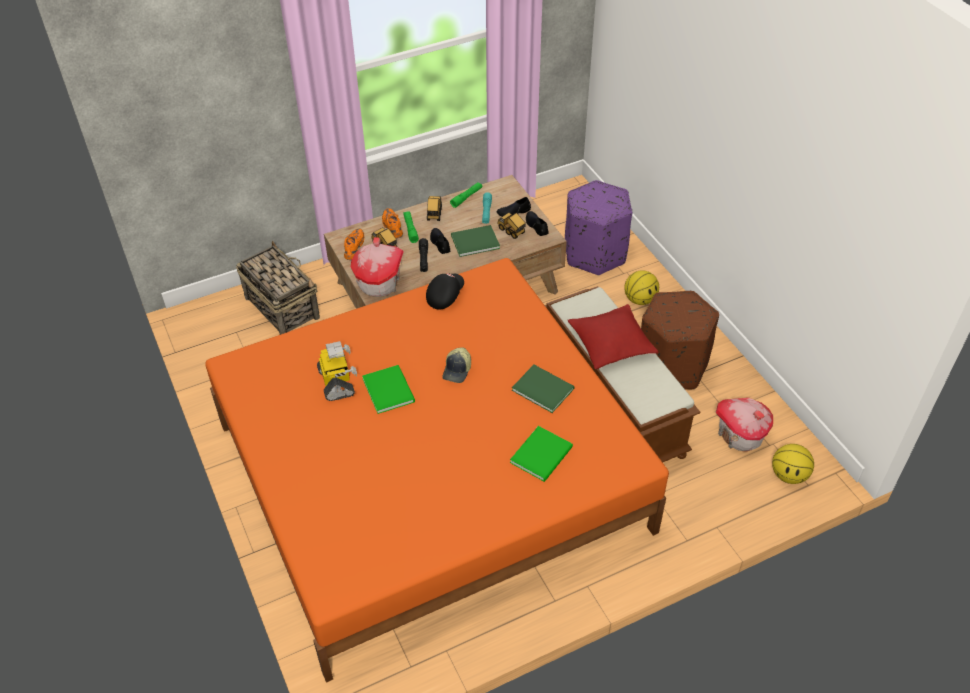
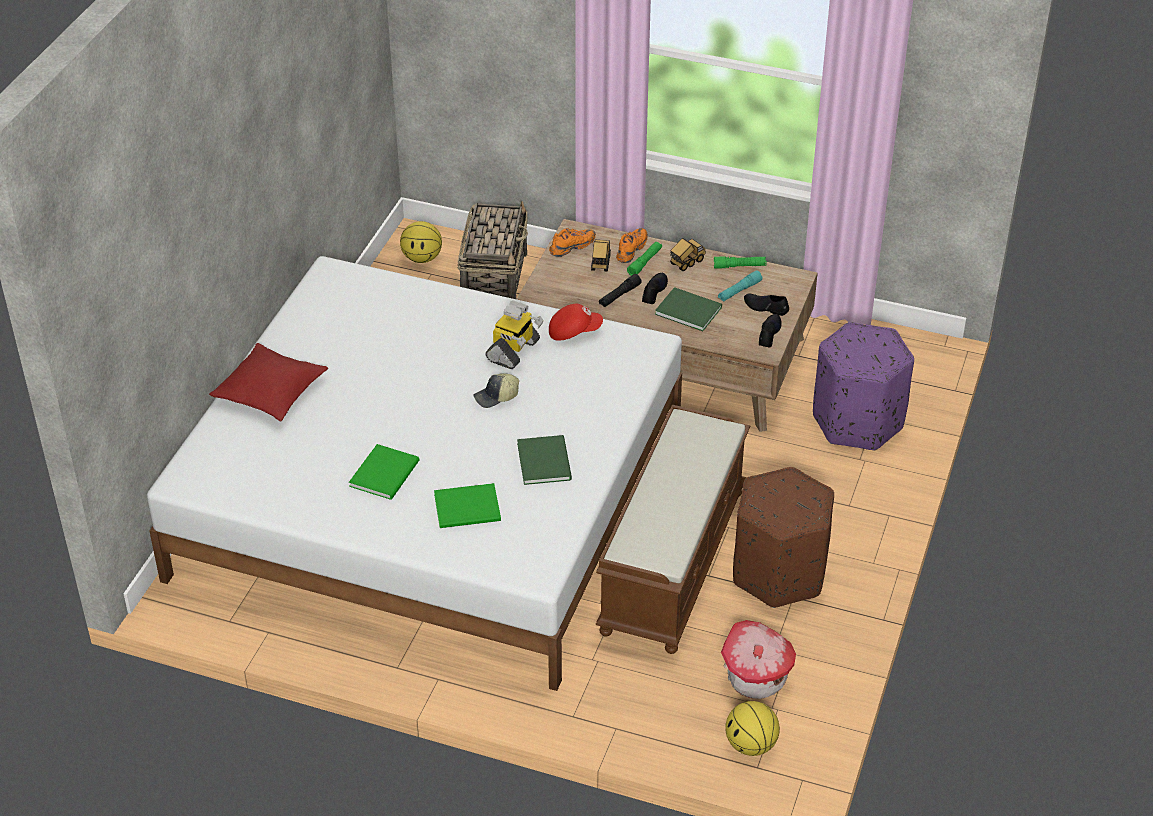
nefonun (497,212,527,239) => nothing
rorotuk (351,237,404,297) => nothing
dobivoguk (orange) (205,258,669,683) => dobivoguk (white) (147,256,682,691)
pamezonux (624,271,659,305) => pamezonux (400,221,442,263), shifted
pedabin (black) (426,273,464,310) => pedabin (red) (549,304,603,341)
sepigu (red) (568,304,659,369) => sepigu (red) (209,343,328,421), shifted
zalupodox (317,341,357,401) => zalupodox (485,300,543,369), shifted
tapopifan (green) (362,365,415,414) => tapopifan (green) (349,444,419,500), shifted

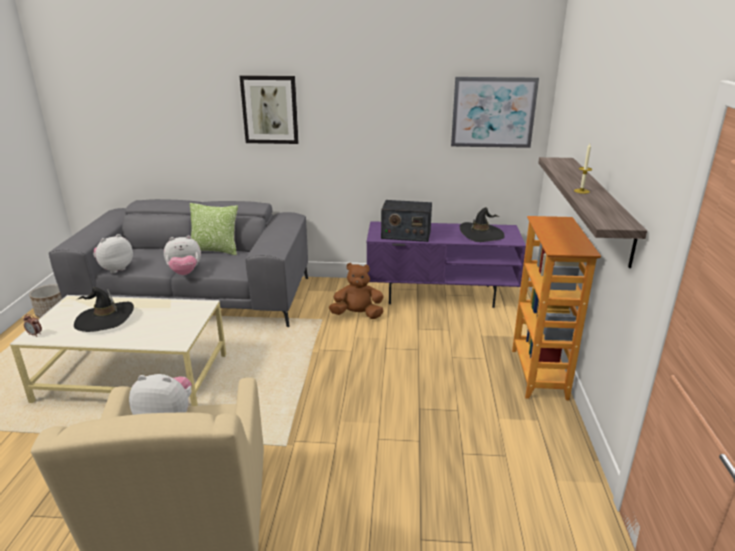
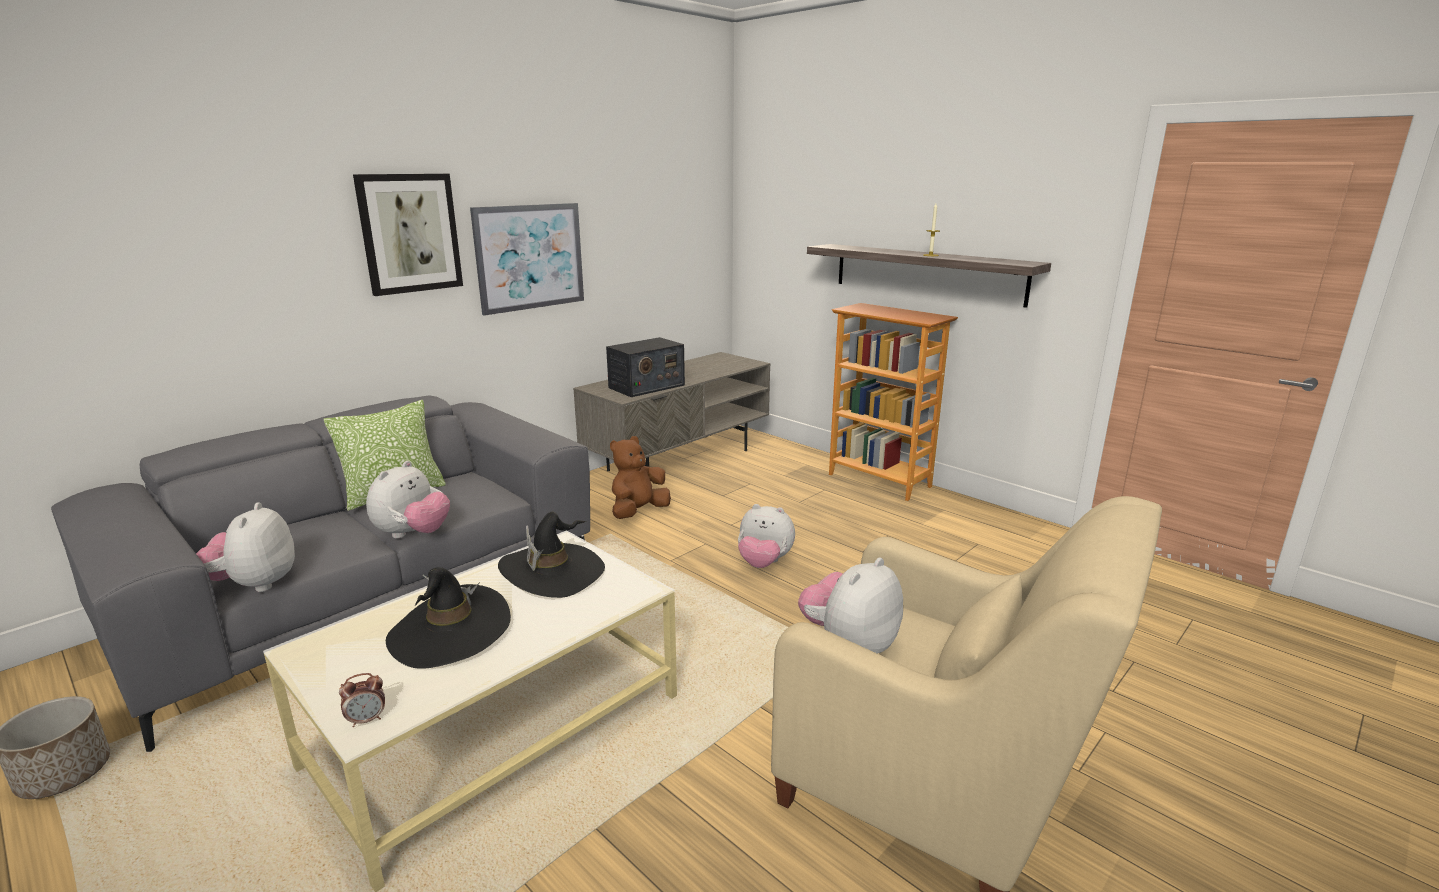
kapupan (451,77,539,148) => kapupan (470,203,584,316), shifted
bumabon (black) (460,207,505,242) => bumabon (black) (498,512,605,598), shifted
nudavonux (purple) (366,221,526,308) => nudavonux (grey) (573,352,770,471)
nothing => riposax (738,504,795,568)

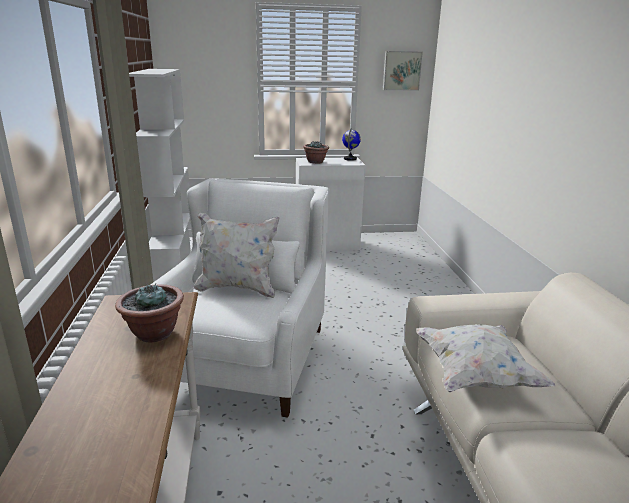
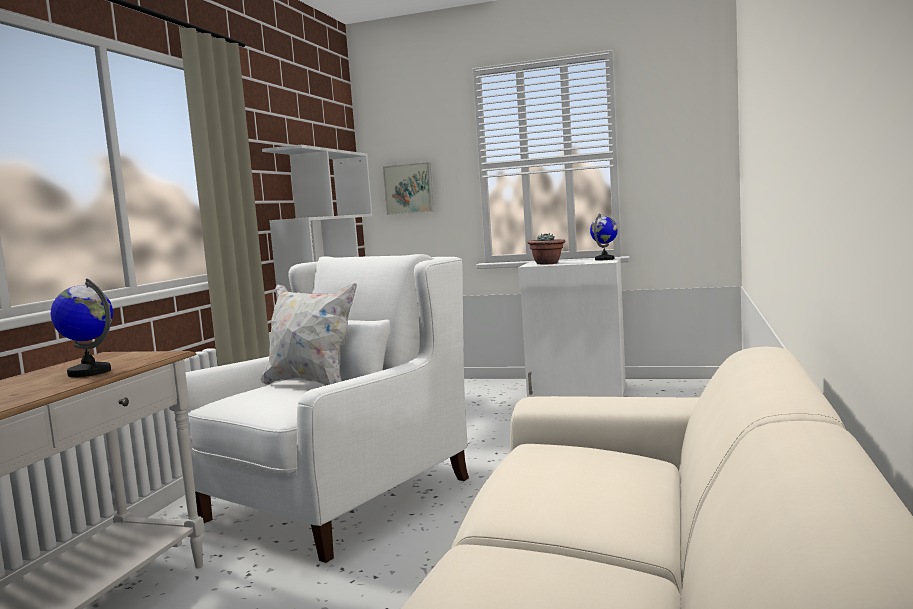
kapupan (383,51,423,91) => kapupan (383,162,434,215), shifted
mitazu (115,283,184,342) => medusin (51,278,113,377)
sepigu (white) (416,324,556,392) => nothing

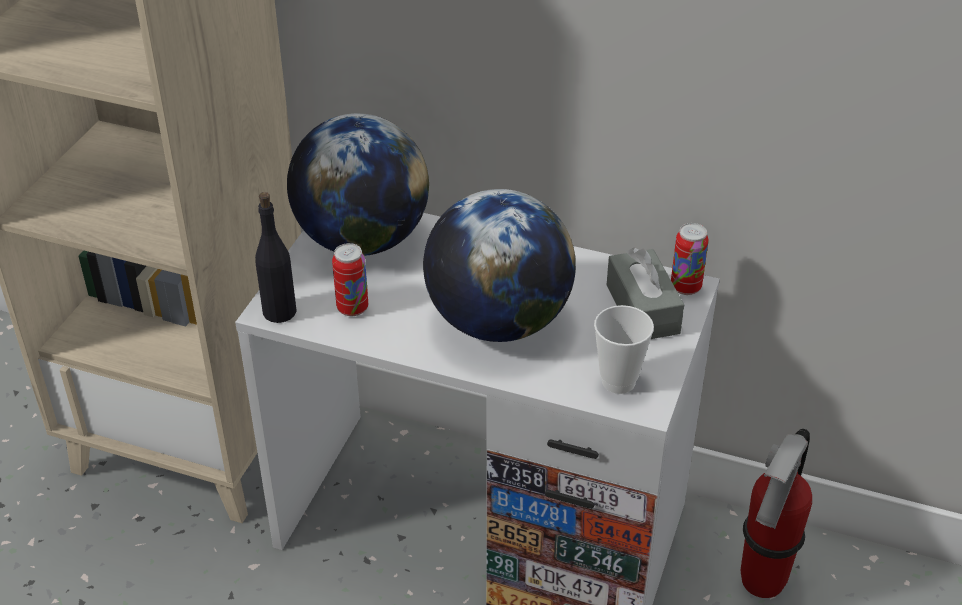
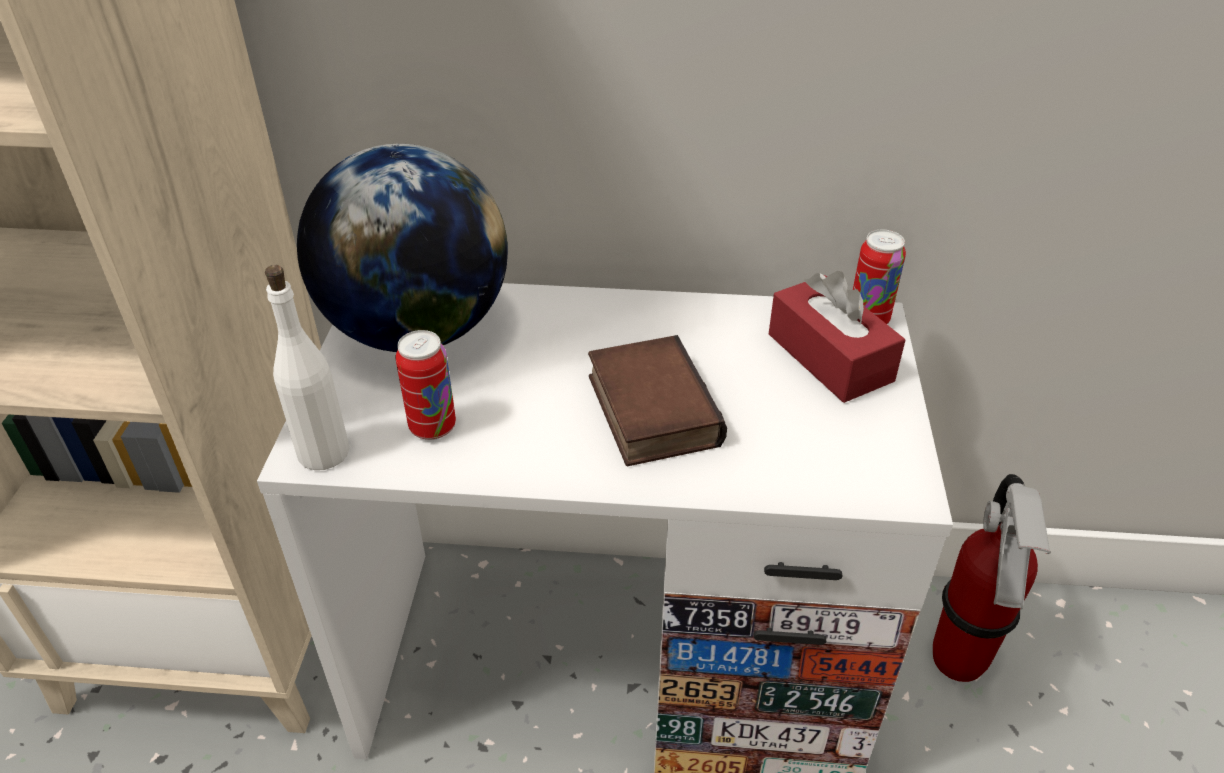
medusin (423,189,576,342) => tapopifan (588,335,727,466)
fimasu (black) (255,192,297,323) => fimasu (white) (265,265,350,470)
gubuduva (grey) (607,248,684,339) => gubuduva (red) (769,271,906,403)
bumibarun (594,305,654,394) => nothing

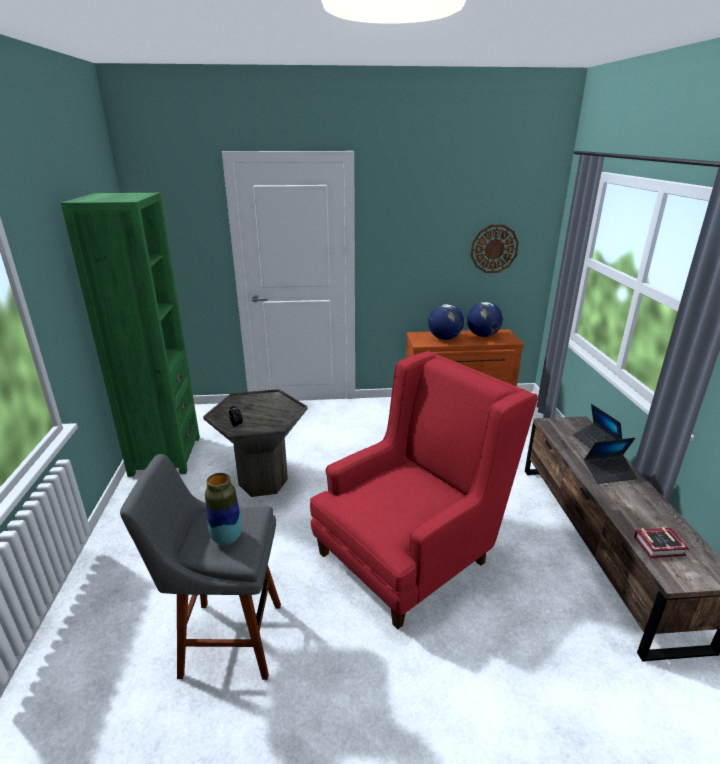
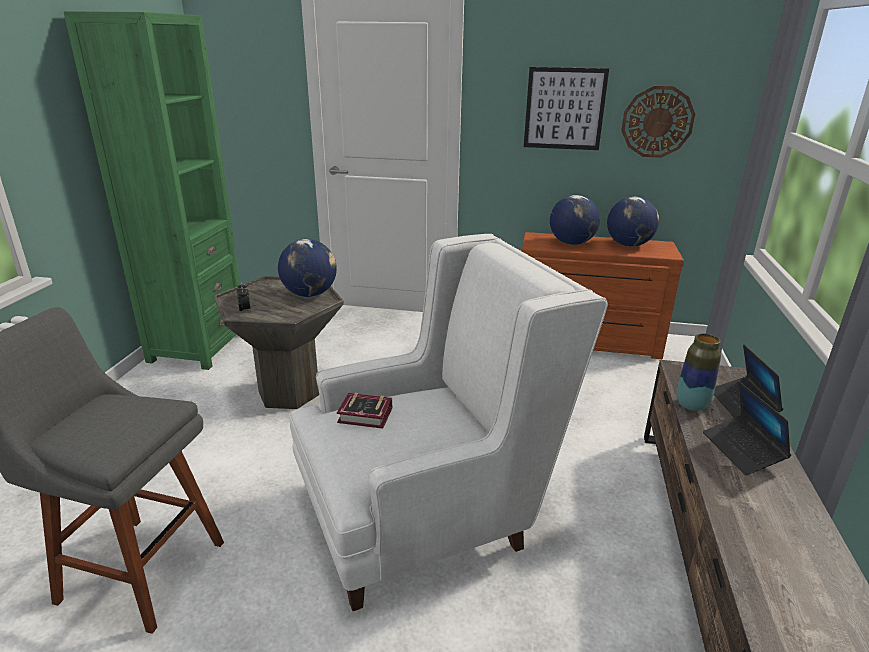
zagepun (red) (310,351,538,629) => zagepun (white) (290,234,608,611)
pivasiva (584,438,638,484) => pivasiva (703,381,791,475), 75 degrees clockwise
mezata (205,473,242,545) => mezata (677,333,721,411), shifted
tapopifan (634,527,689,558) => tapopifan (337,393,392,429), shifted
nothing => kapupan (524,67,609,150)
nothing => medusin (278,239,337,297)

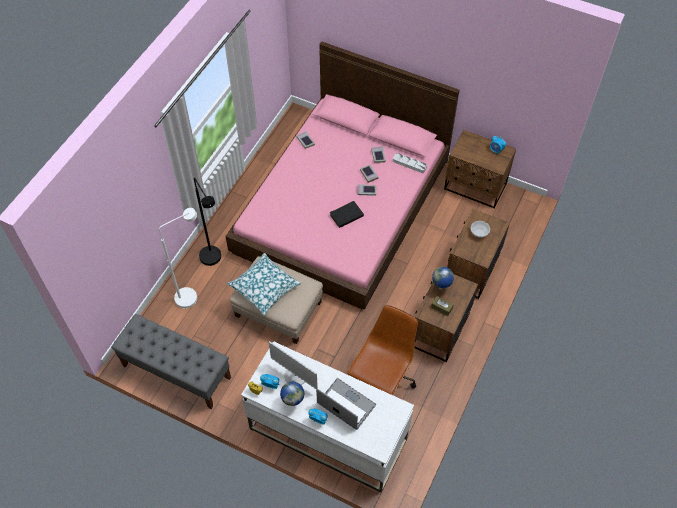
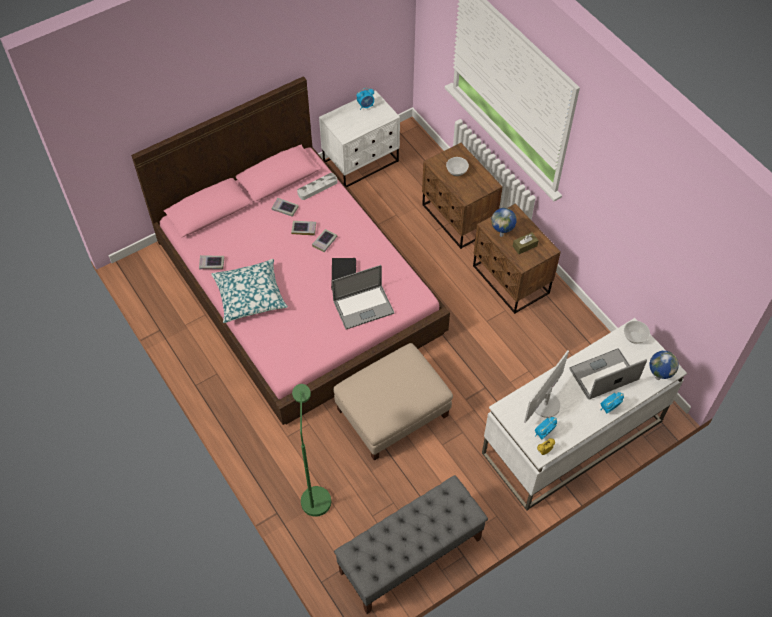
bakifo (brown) (444,130,516,209) => bakifo (white) (319,90,400,187)
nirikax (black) (194,178,221,266) => nothing
nirikax (white) (159,208,197,309) => nirikax (green) (292,384,331,517)
sepigu (227,253,301,315) => sepigu (212,259,288,323), shifted
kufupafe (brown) (347,305,418,395) => nothing
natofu (269,341,318,389) => natofu (524,350,569,423), 150 degrees clockwise
medusin (280,382,304,406) => medusin (649,351,679,380), shifted
nothing => pivasiva (332,265,394,330)
nothing => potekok (624,321,650,344)

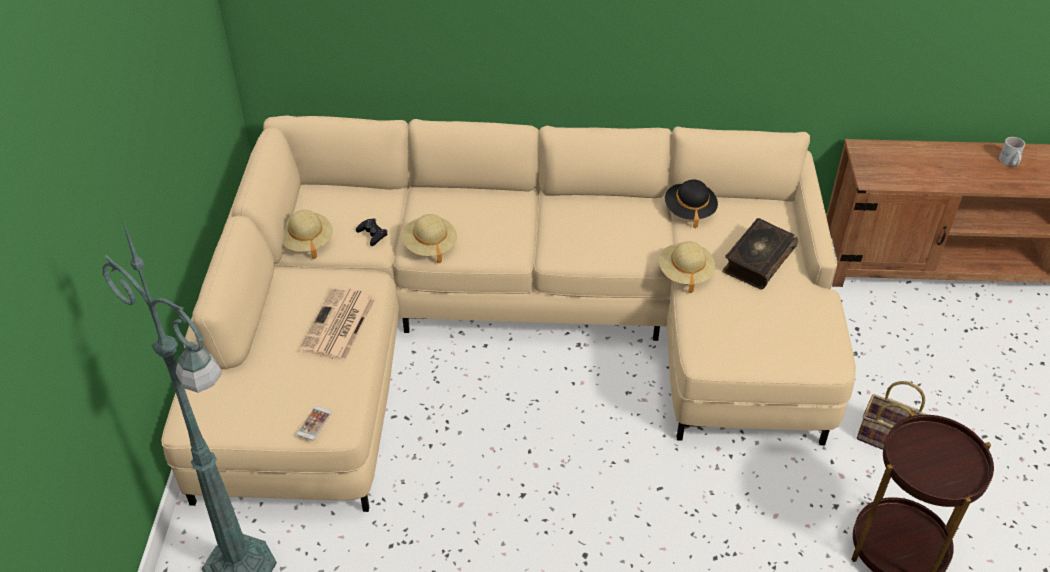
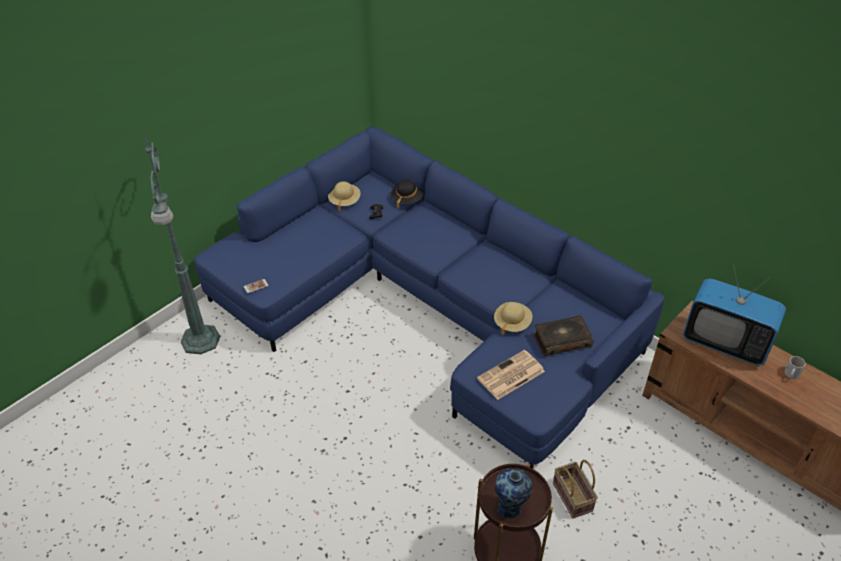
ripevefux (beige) (161,115,856,512) => ripevefux (blue) (194,126,665,469)
bumabon (black) (665,179,718,228) => bumabon (black) (391,179,424,208), shifted
bumabon (beige) (402,214,457,263) => nothing
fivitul (299,286,376,361) => fivitul (477,350,545,400), shifted
nothing => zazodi (683,264,786,366)
nothing => mezata (495,468,533,519)

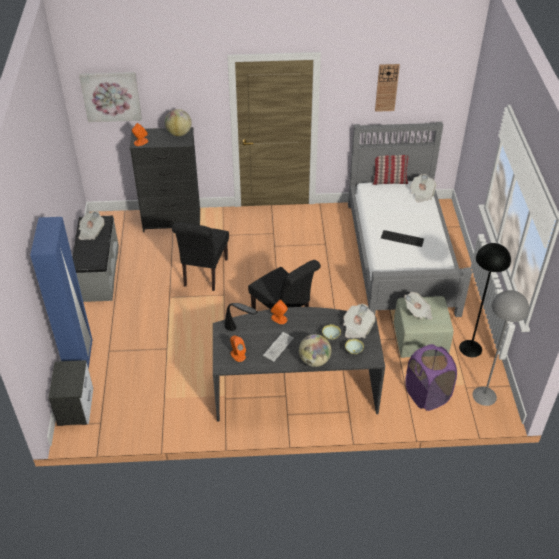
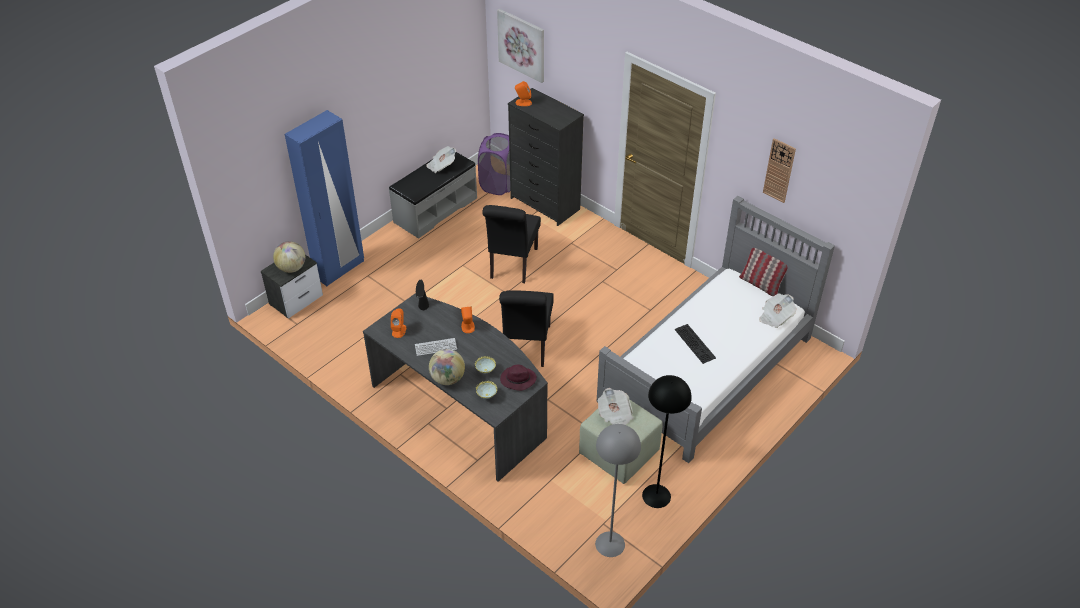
medusin (165,109,192,136) => medusin (273,241,305,273), shifted
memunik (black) (172,223,229,291) => memunik (black) (482,205,541,283), 45 degrees counterclockwise
fivitul (343,304,375,339) => bumabon (purple) (500,364,537,391)
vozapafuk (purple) (405,344,457,411) => vozapafuk (purple) (478,133,510,195), shifted

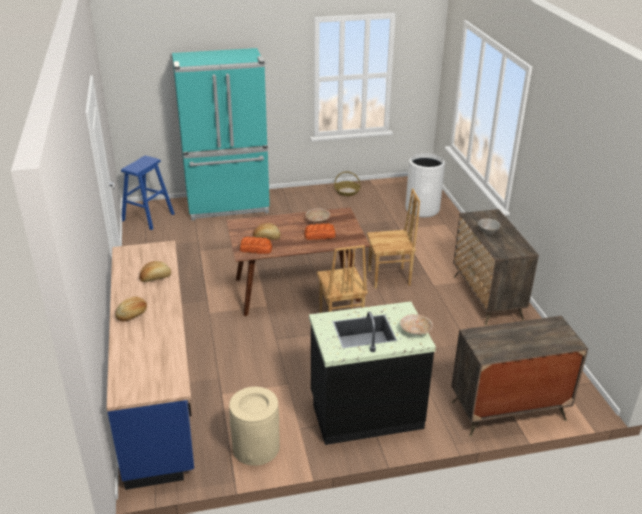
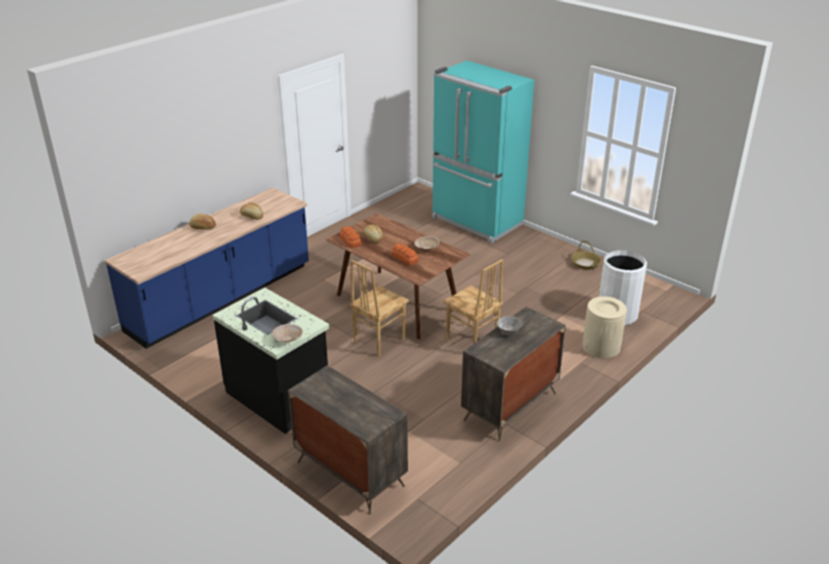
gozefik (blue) (121,156,175,230) => nothing
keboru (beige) (229,387,280,466) => keboru (beige) (582,296,627,358), shifted

